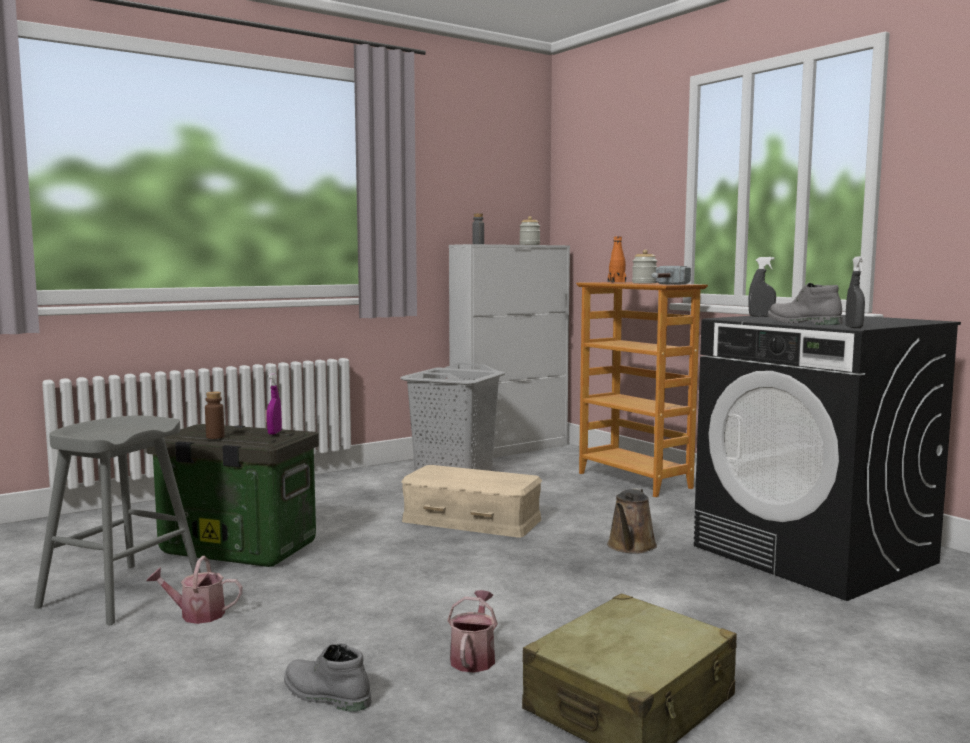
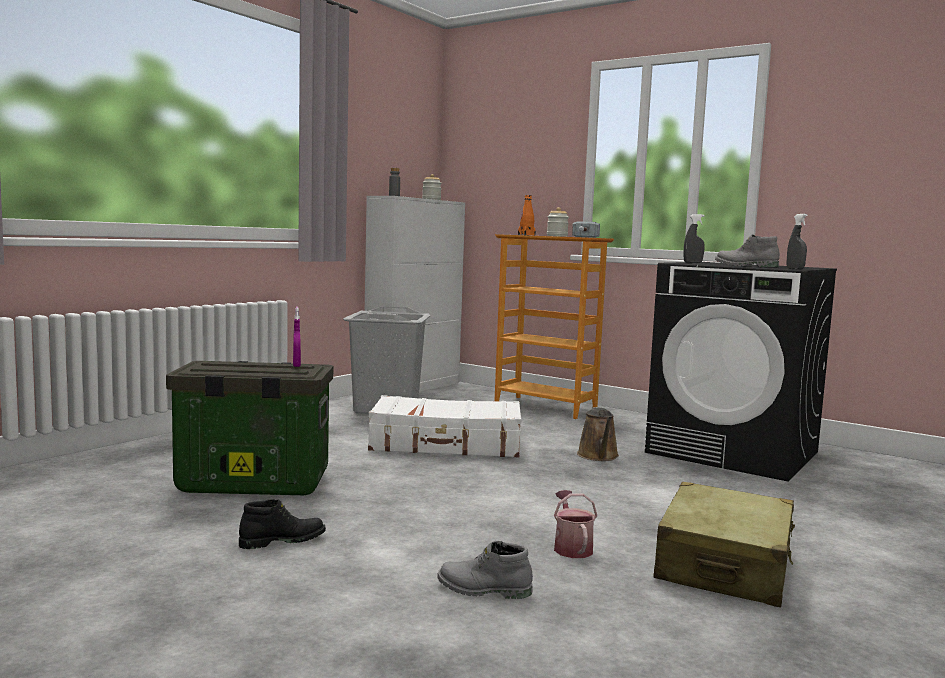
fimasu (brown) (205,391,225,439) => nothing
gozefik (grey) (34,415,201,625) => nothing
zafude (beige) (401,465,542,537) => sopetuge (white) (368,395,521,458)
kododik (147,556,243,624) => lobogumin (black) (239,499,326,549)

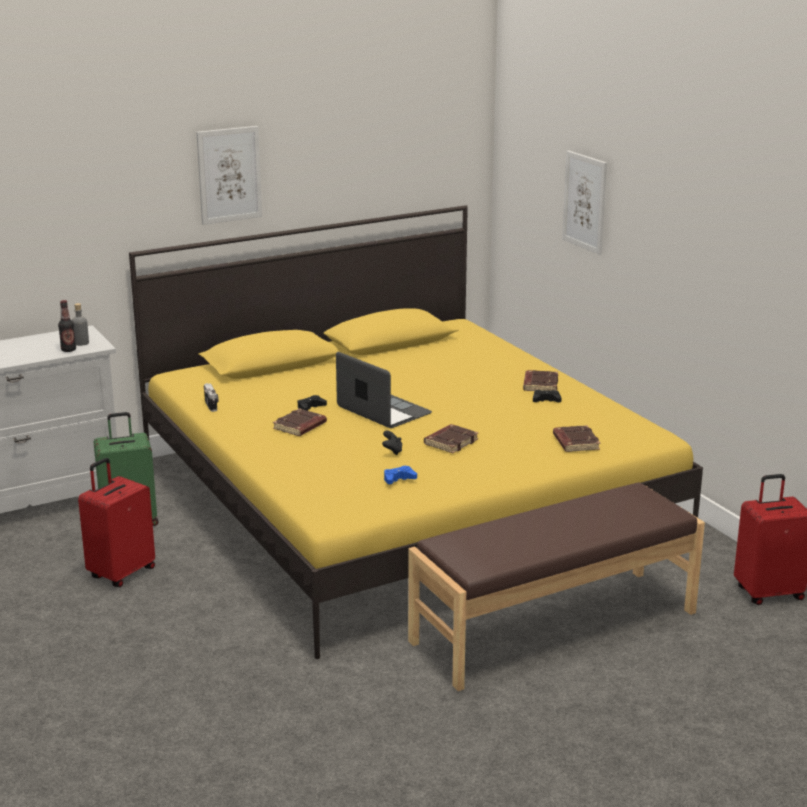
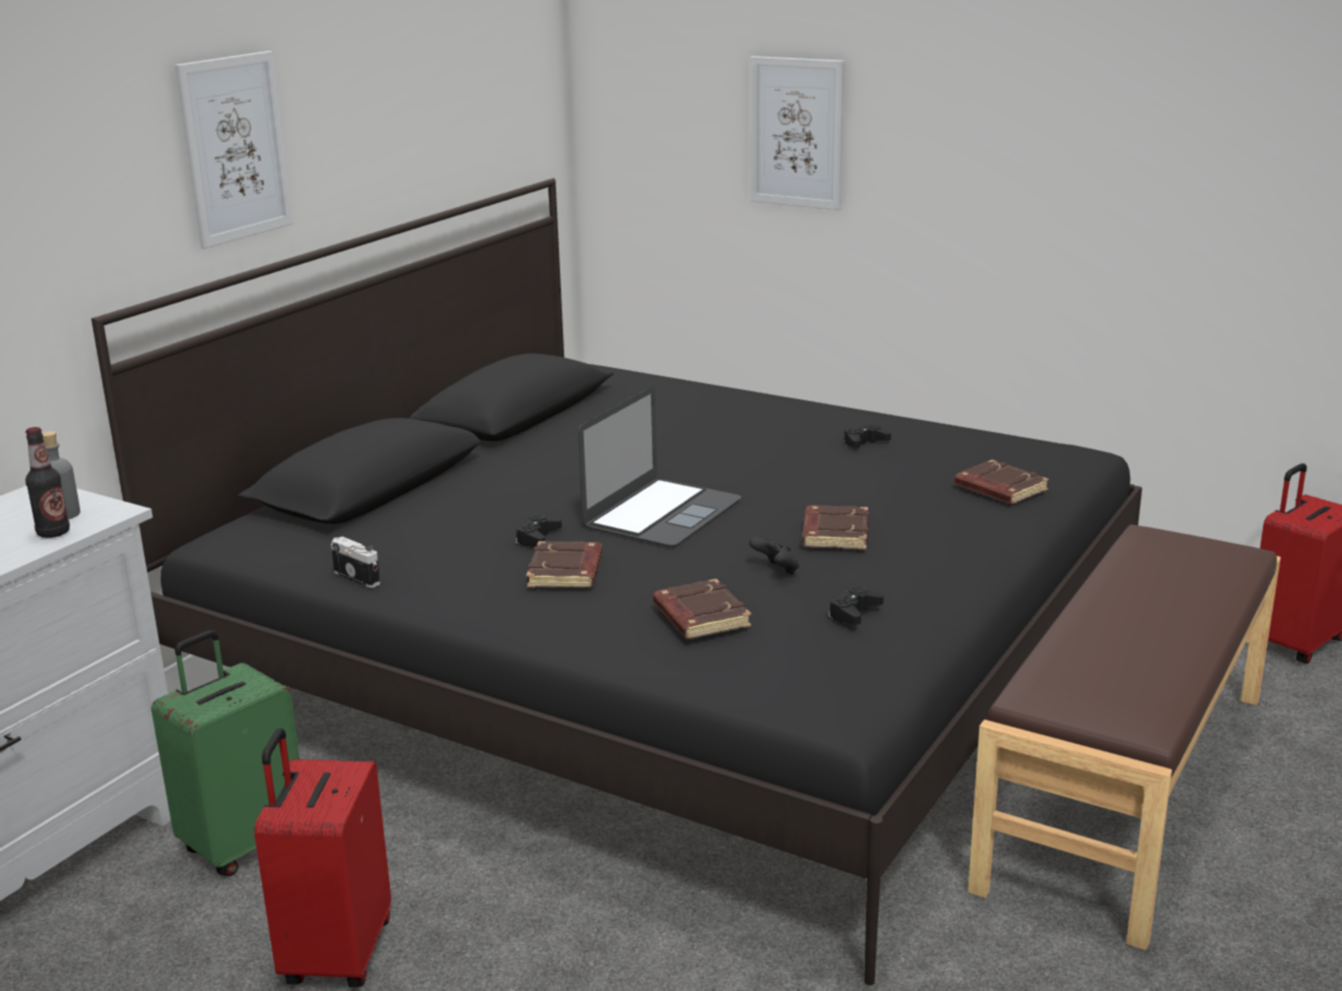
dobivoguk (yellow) (129,205,703,659) => dobivoguk (black) (91,178,1142,985)
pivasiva (336,352,432,428) => pivasiva (578,387,741,547), 105 degrees clockwise
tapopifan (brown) (523,370,558,391) => tapopifan (brown) (653,579,751,639), shifted
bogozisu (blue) (384,466,417,484) => bogozisu (black) (829,585,884,625)

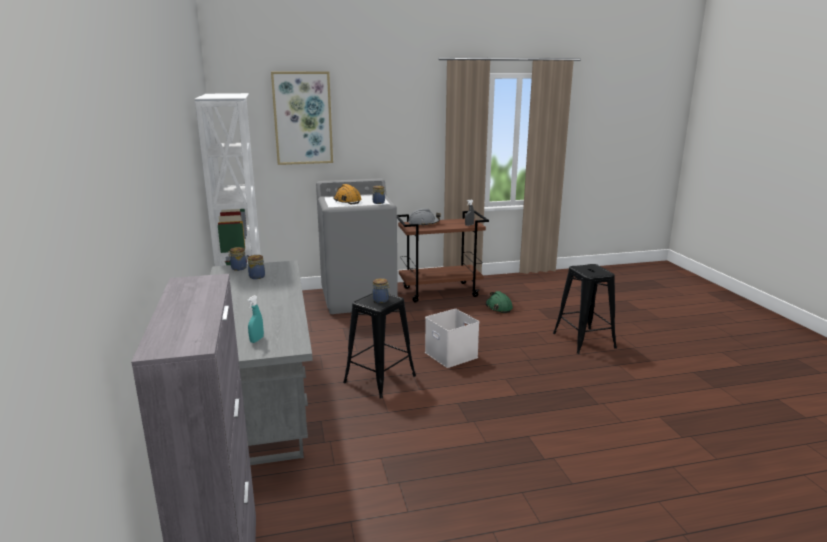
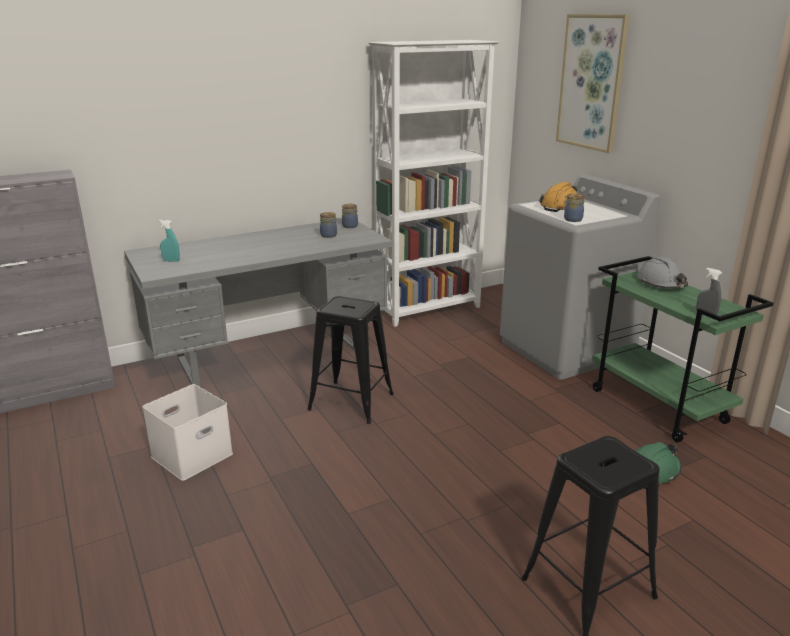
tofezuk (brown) (397,211,489,302) => tofezuk (green) (592,256,773,443)
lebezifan (373,278,390,303) => nothing
zafude (white) (425,309,479,368) => zafude (white) (142,384,233,481), shifted

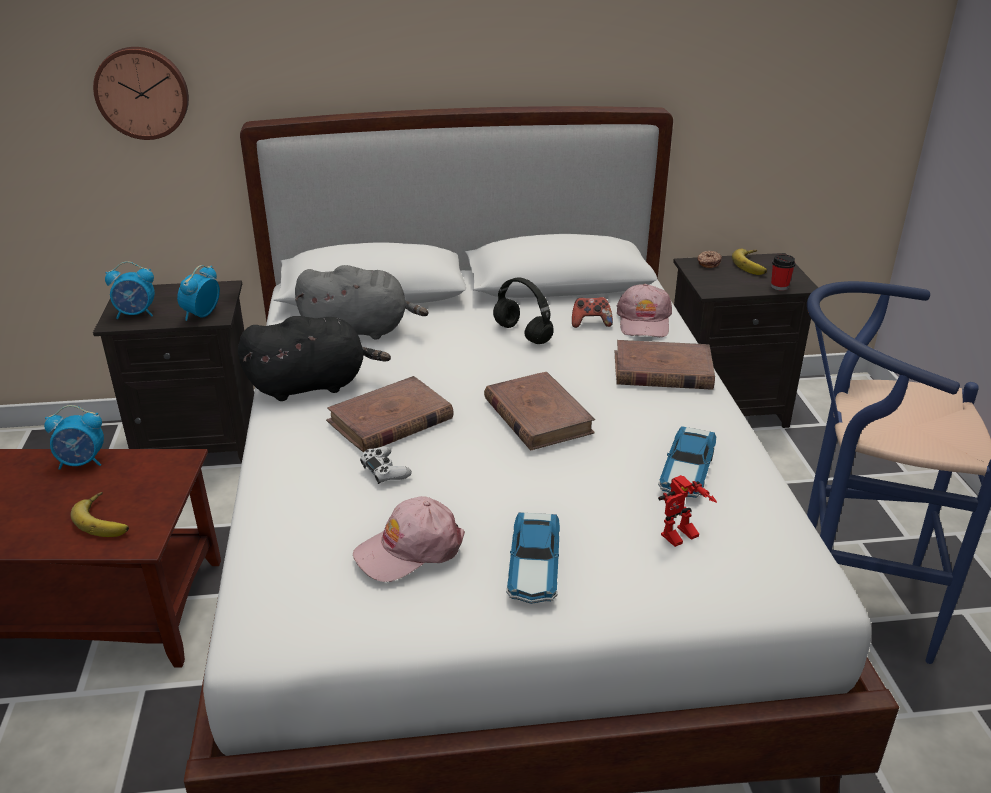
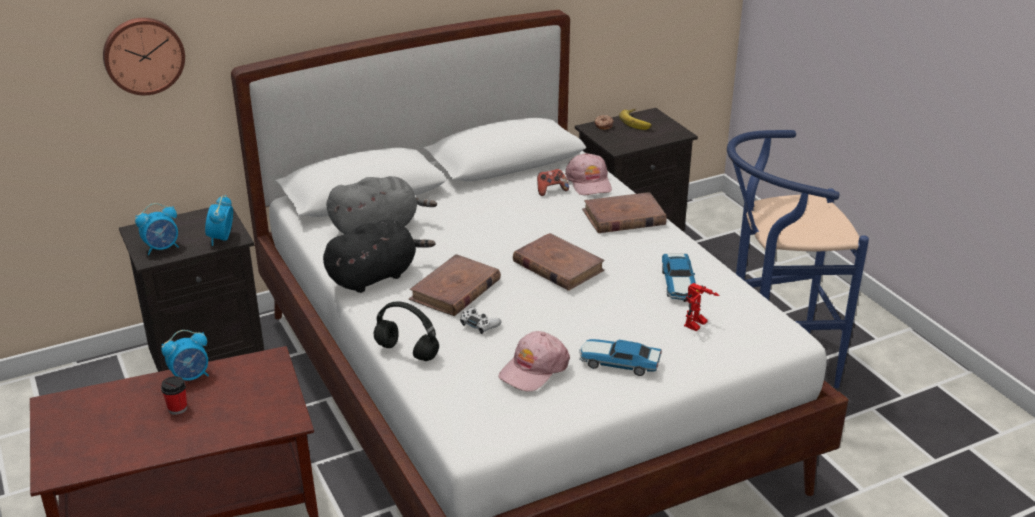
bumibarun (771,254,795,291) => bumibarun (161,376,187,415), shifted
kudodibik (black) (493,277,554,344) => kudodibik (black) (374,301,439,361), shifted
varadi (70,492,129,537) => nothing
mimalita (506,512,560,604) => mimalita (579,339,662,376), 120 degrees clockwise

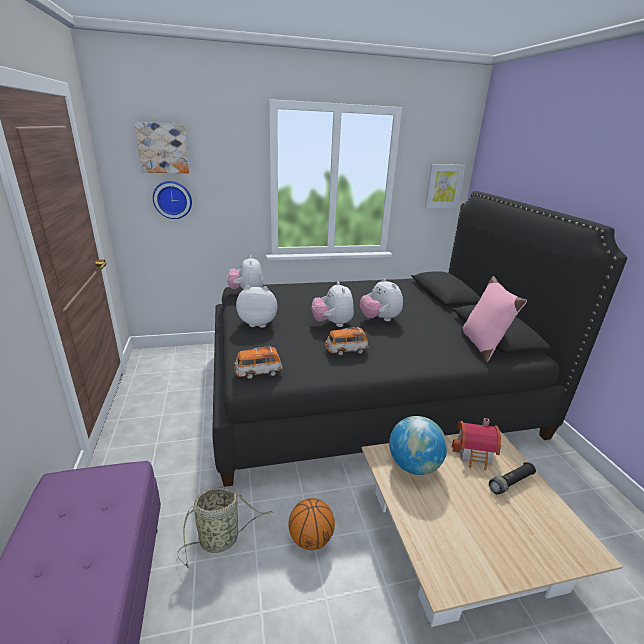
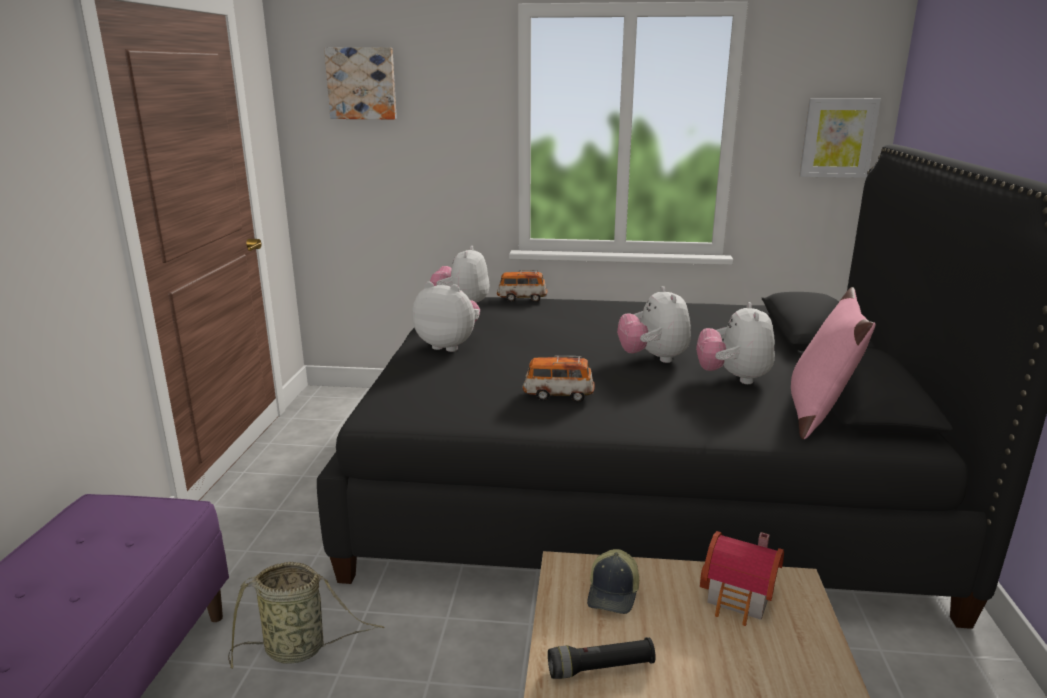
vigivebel (153,181,192,219) => nothing
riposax (311,282,354,327) => riposax (696,302,775,384), shifted
mimalita (234,346,283,380) => mimalita (497,270,547,302), shifted
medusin (389,416,447,475) => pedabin (587,549,639,614)
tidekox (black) (489,462,536,495) => tidekox (black) (548,637,656,679), shifted
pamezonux (288,498,335,550) => nothing

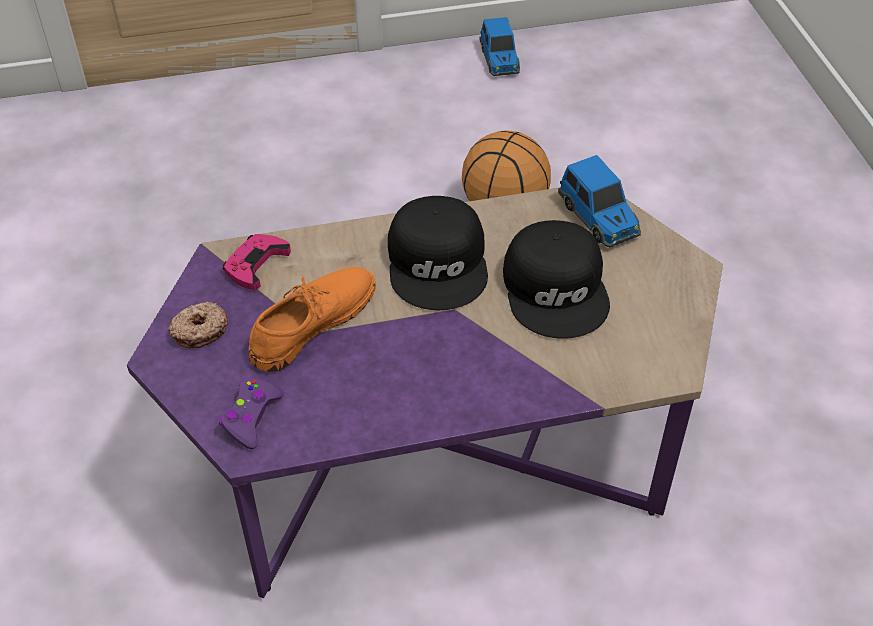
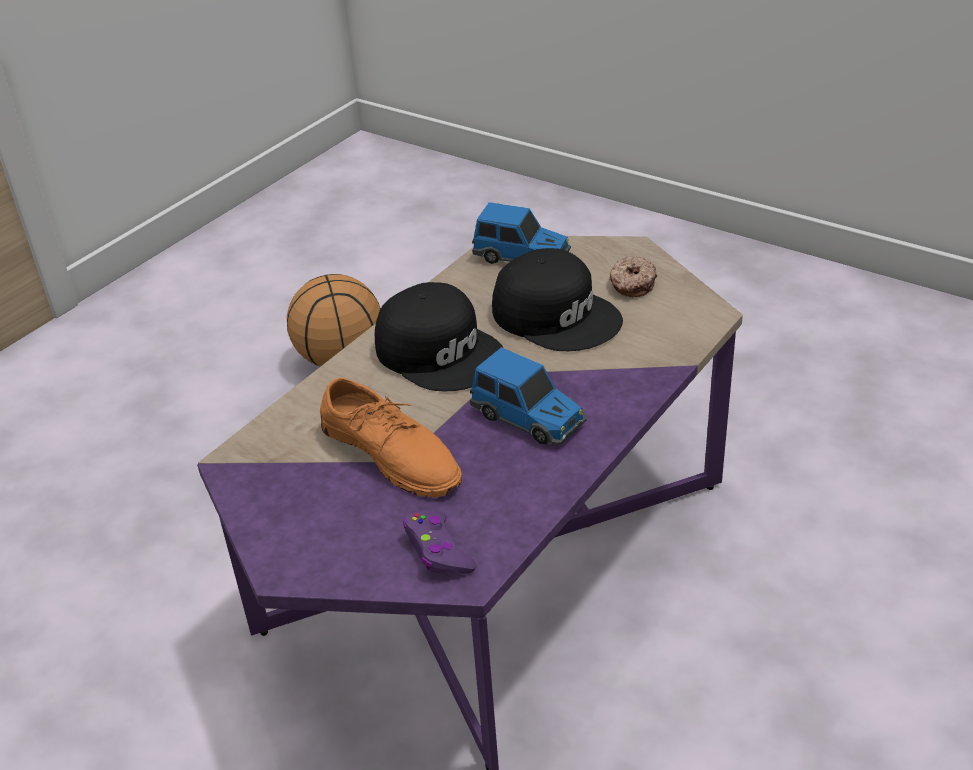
mimalita (480,17,520,76) => mimalita (470,347,586,445), shifted
bogozisu (pink) (223,234,291,290) => nothing
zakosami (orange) (249,267,376,372) => zakosami (orange) (320,378,462,498), 135 degrees clockwise
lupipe (168,301,228,348) => lupipe (609,257,657,297), shifted

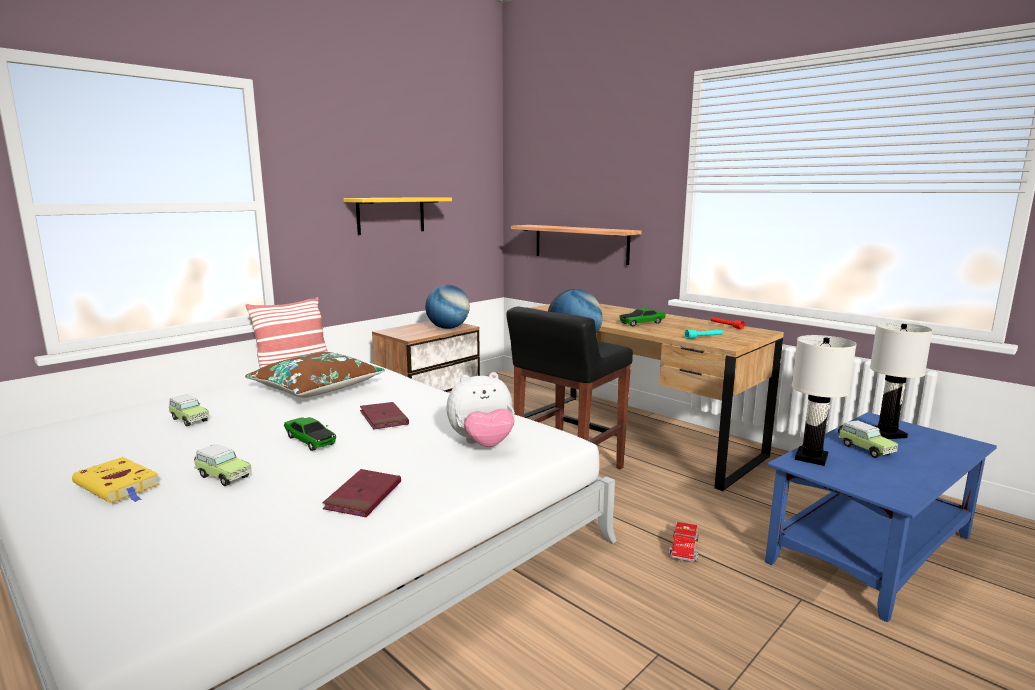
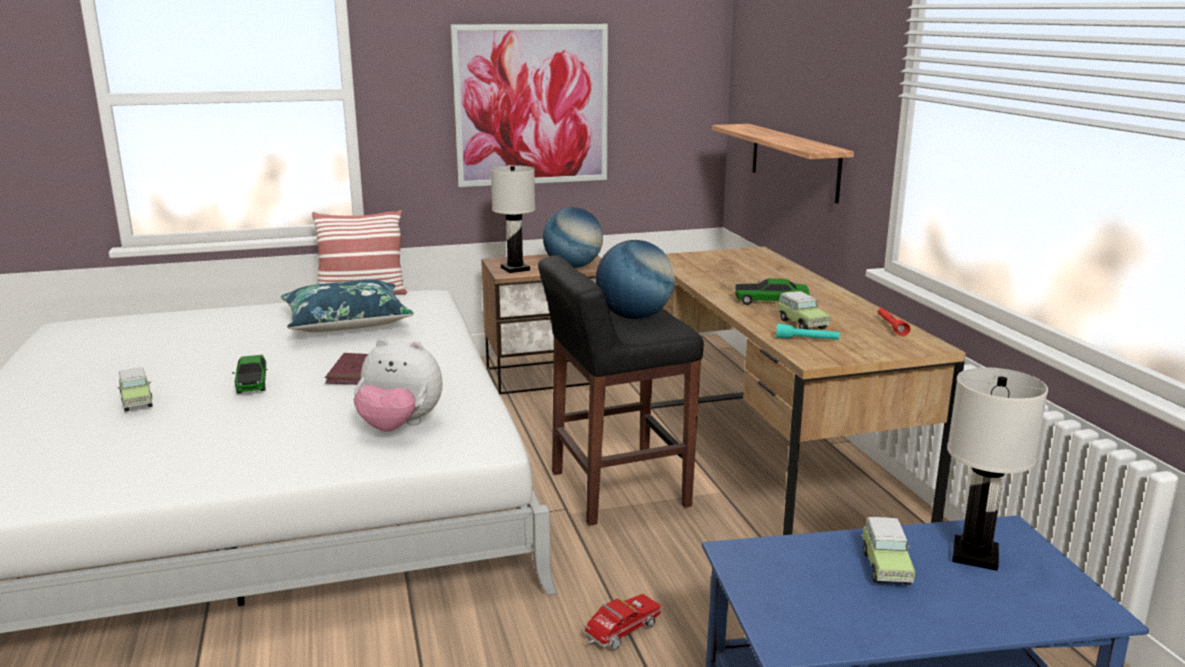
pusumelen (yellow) (344,197,452,235) => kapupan (451,24,608,187)
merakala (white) (792,335,857,466) => merakala (white) (491,165,535,273), shifted
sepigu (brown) (245,352,385,398) => sepigu (blue) (281,280,414,332)
mimalita (168,394,209,426) => mimalita (776,291,831,329), shifted
tapopifan (yellow) (72,457,160,503) => nothing
tapopifan (red) (323,469,401,517) => nothing

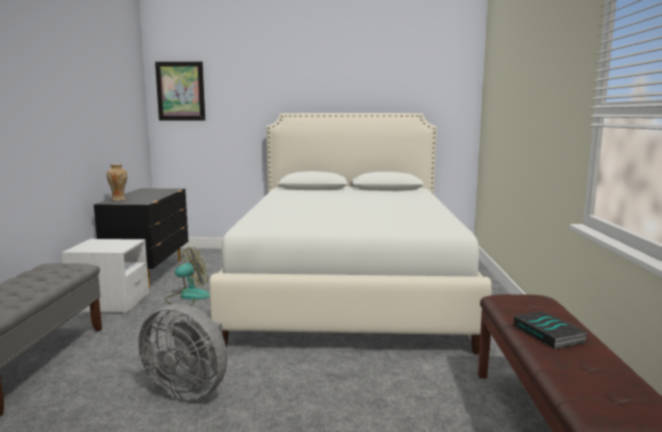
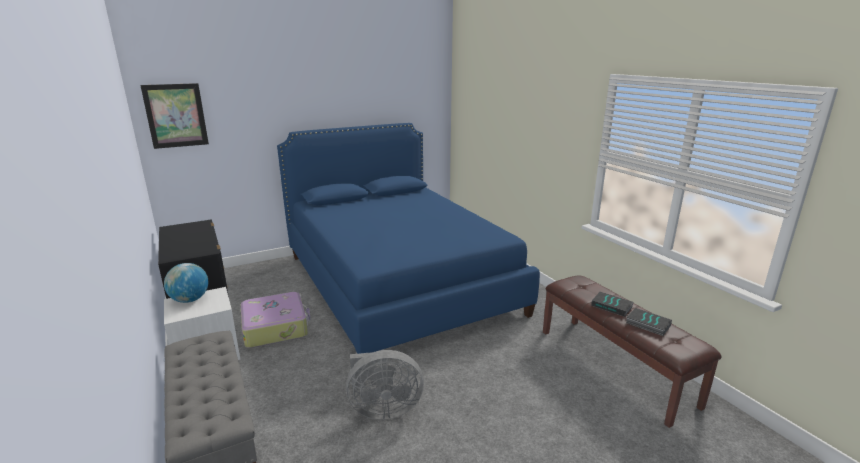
dobivoguk (white) (209,113,492,355) => dobivoguk (blue) (277,123,540,354)
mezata (107,164,127,201) => nothing
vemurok (165,247,210,306) => sopetuge (241,292,310,348)
nothing => medusin (164,263,208,303)
nothing => tapopifan (626,308,672,336)

